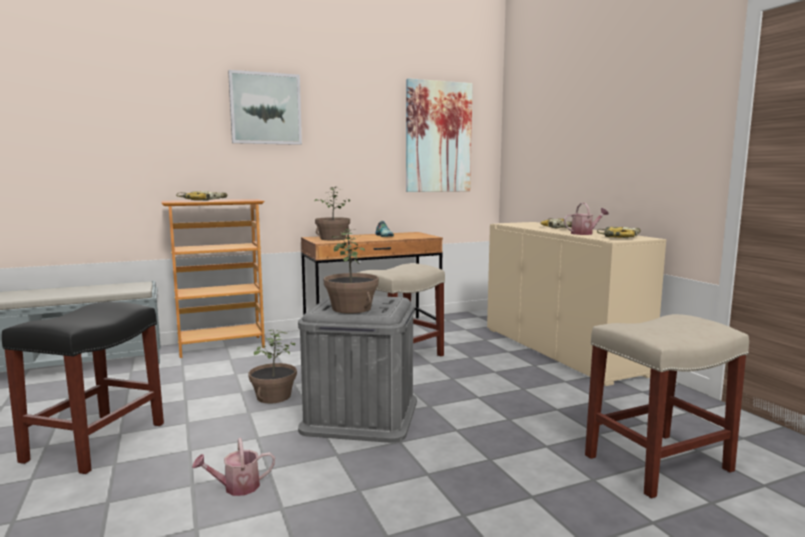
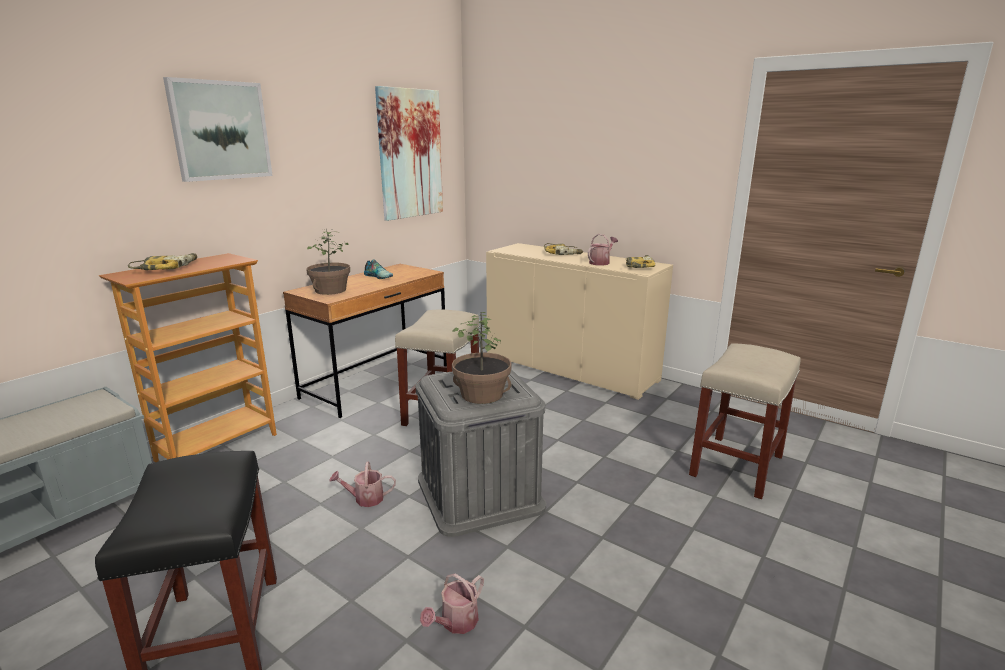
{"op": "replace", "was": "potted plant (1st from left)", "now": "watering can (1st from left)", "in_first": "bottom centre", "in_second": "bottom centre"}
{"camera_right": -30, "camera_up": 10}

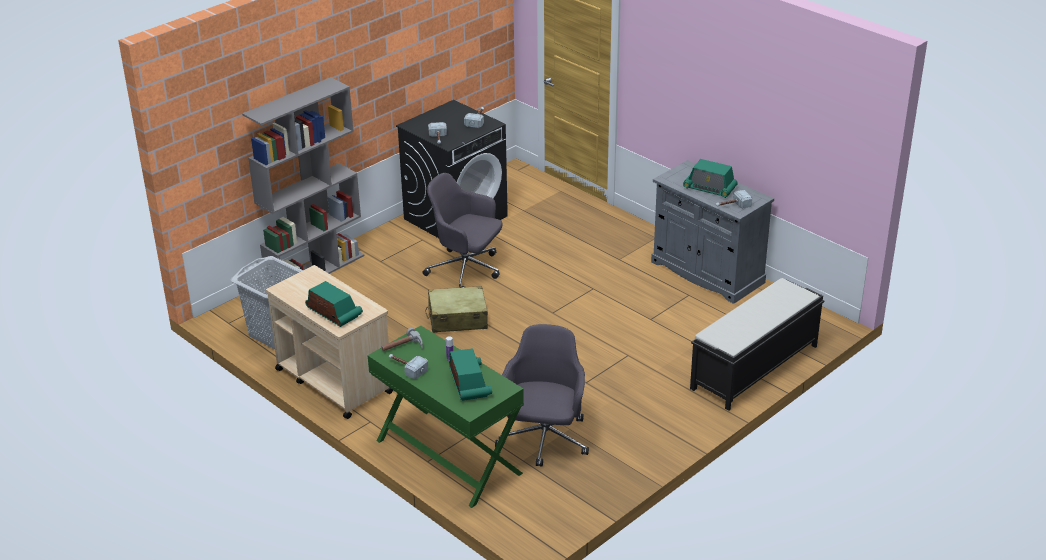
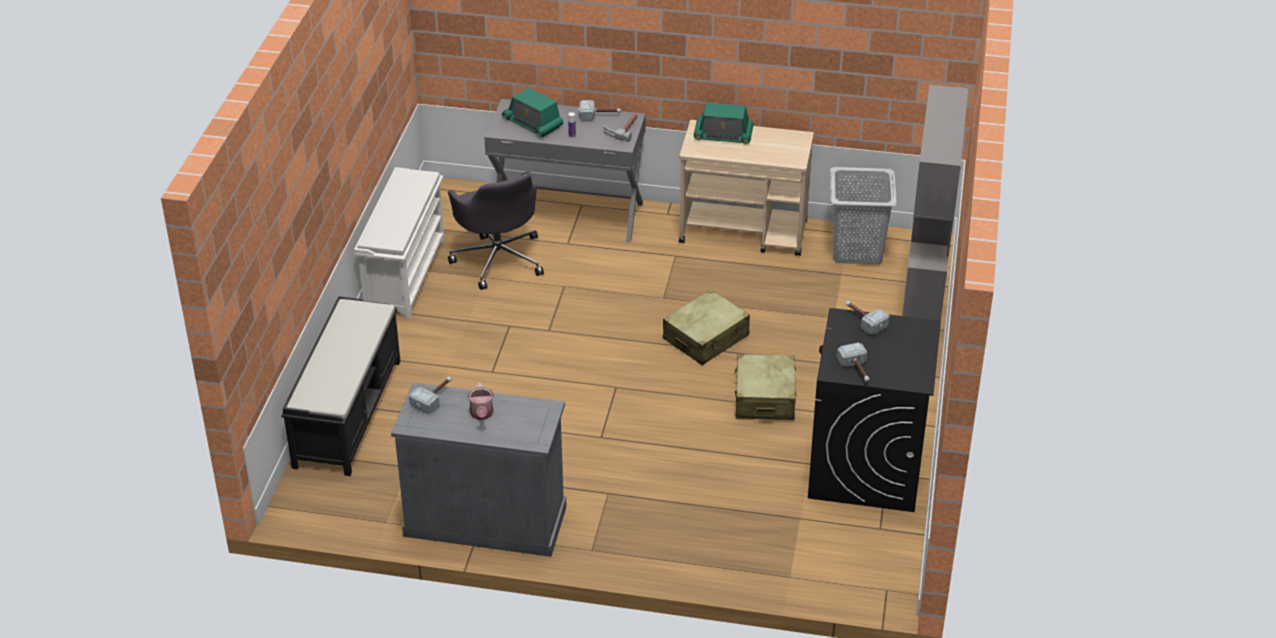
{"op": "insert", "now": "white shoe rack", "in_second": "middle left"}
{"op": "replace", "was": "grey office chair (1st from left)", "now": "beige suitcase (2nd from left)", "in_first": "centre", "in_second": "centre"}
{"op": "replace", "was": "radio (3rd from left)", "now": "watering can", "in_first": "top right", "in_second": "centre"}
{"op": "recolor", "was": "green desk", "now": "grey desk", "in_first": "bottom centre", "in_second": "top centre"}
{"camera_right": 145, "camera_up": 5}

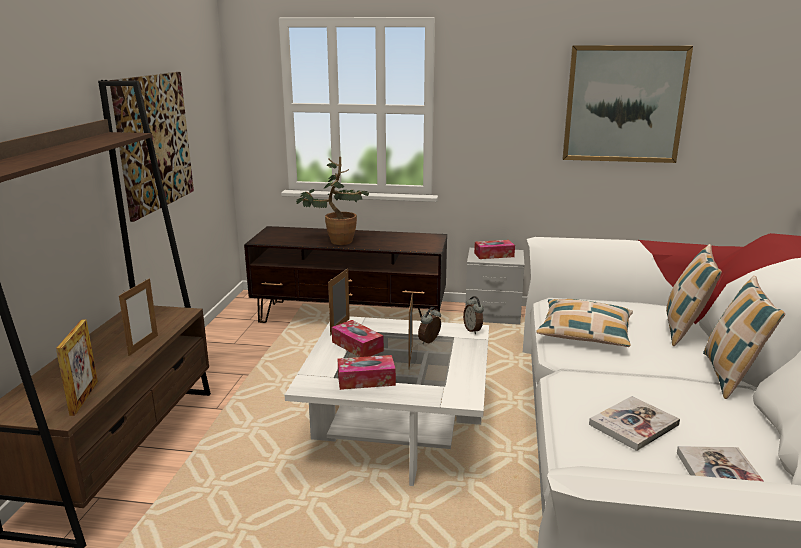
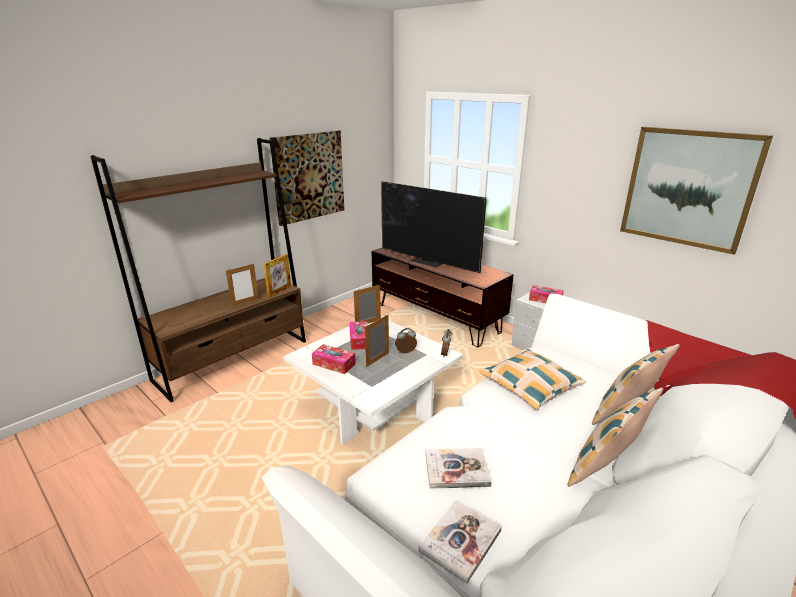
{"op": "move", "was": "picture frame (1st from left in the first image)", "now": "picture frame (2nd from left)", "in_first": "bottom left", "in_second": "centre"}
{"op": "replace", "was": "potted plant", "now": "television", "in_first": "centre", "in_second": "centre"}
{"camera_right": 35, "camera_up": 5}

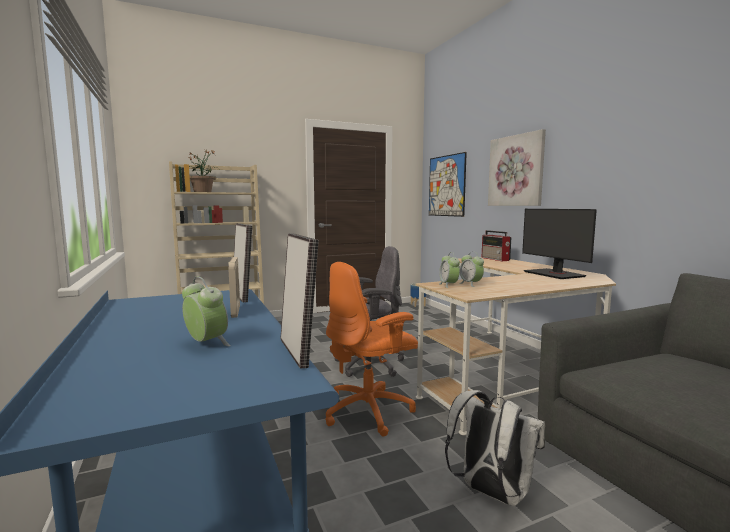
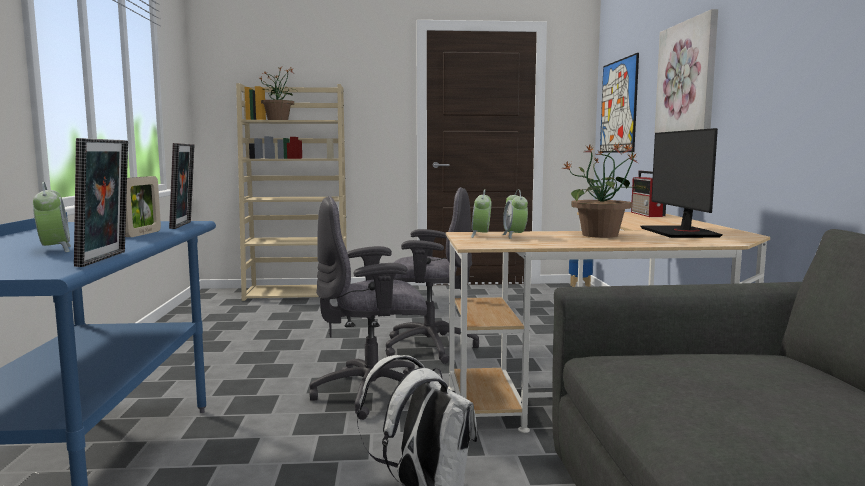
{"op": "insert", "now": "potted plant (2nd from left)", "in_second": "middle right"}
{"op": "recolor", "was": "orange office chair", "now": "grey office chair (1st from left)", "in_first": "centre", "in_second": "centre"}
{"camera_right": 20, "camera_up": 0}

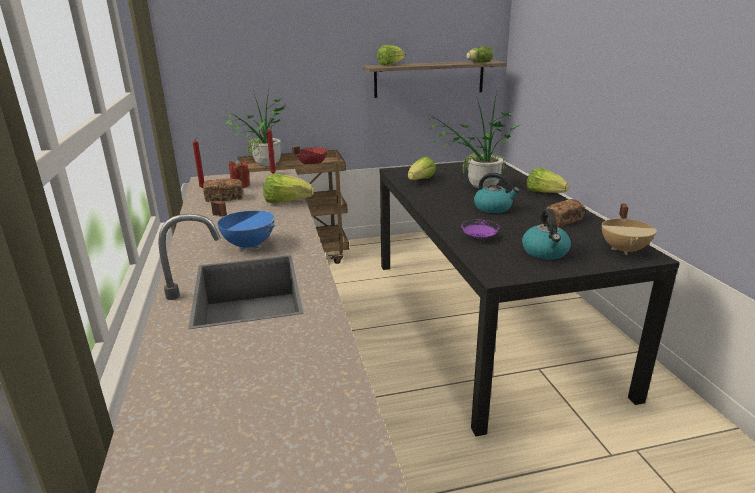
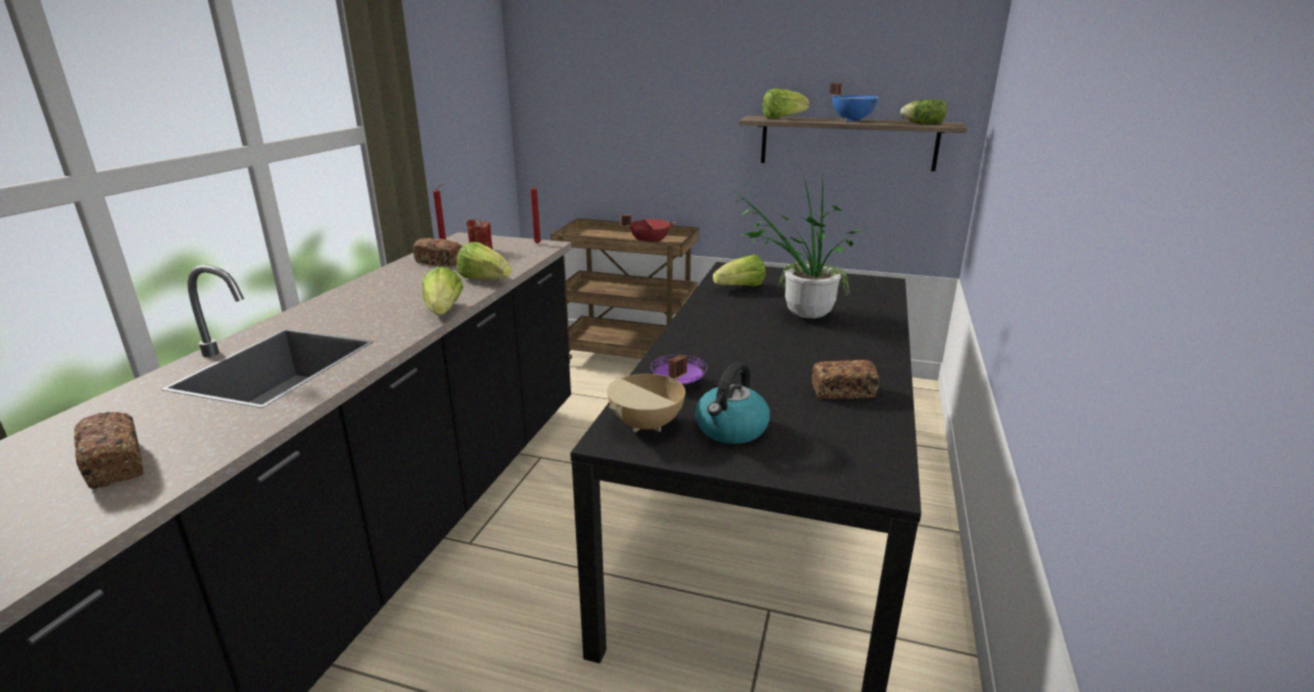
{"op": "delete", "was": "potted plant (1st from left)", "in_first": "top centre"}
{"op": "delete", "was": "kettle (1st from left)", "in_first": "centre"}
{"op": "insert", "now": "bread (1st from left)", "in_second": "middle left"}
{"op": "move", "was": "blue cooking pot", "in_first": "middle left", "in_second": "top centre"}
{"op": "move", "was": "lettuce (5th from left in the first image)", "now": "lettuce (1st from left)", "in_first": "middle right", "in_second": "centre"}
{"op": "move", "was": "beige cooking pot", "in_first": "middle right", "in_second": "centre"}
{"camera_right": 30, "camera_up": 0}

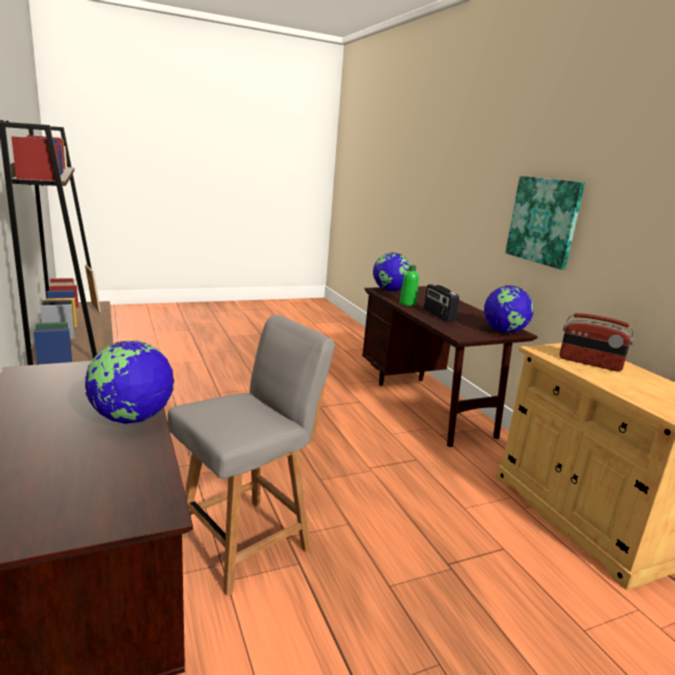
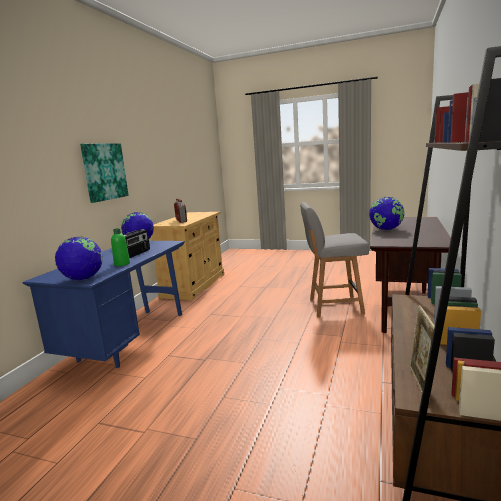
{"op": "recolor", "was": "brown desk (2nd from left)", "now": "blue desk", "in_first": "middle right", "in_second": "middle left"}
{"camera_right": -135, "camera_up": -5}

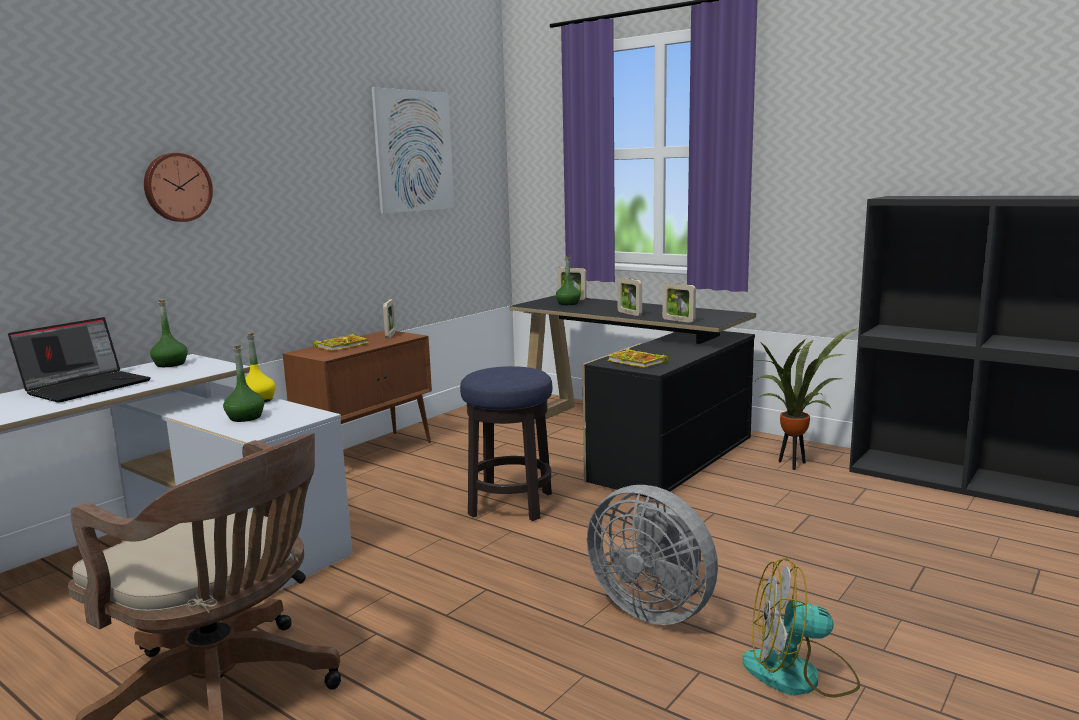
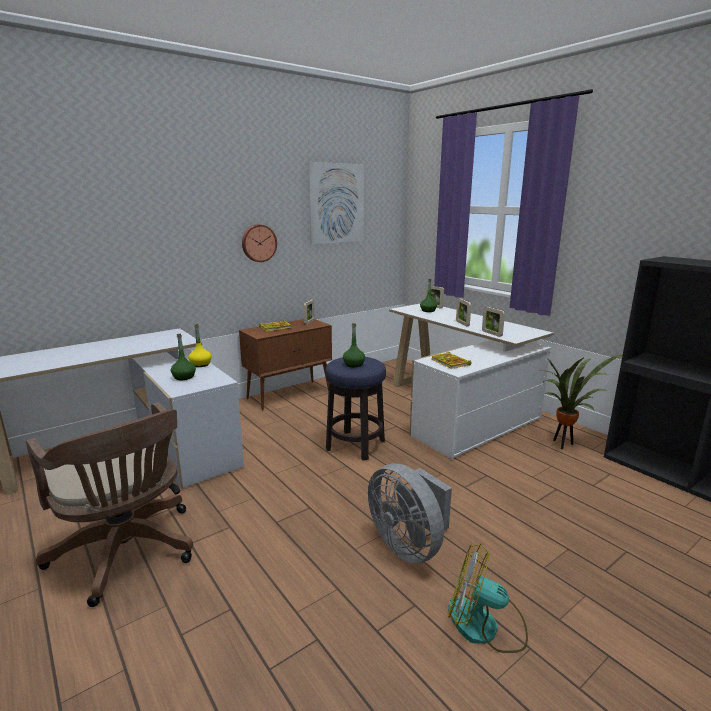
{"op": "delete", "was": "laptop", "in_first": "middle left"}
{"op": "move", "was": "wall clock", "in_first": "top left", "in_second": "centre"}
{"op": "move", "was": "green bottle (1st from left in the first image)", "now": "green bottle (2nd from left)", "in_first": "middle left", "in_second": "centre"}
{"op": "recolor", "was": "black desk", "now": "white desk (2nd from left)", "in_first": "centre", "in_second": "centre"}
{"camera_right": 15, "camera_up": 5}

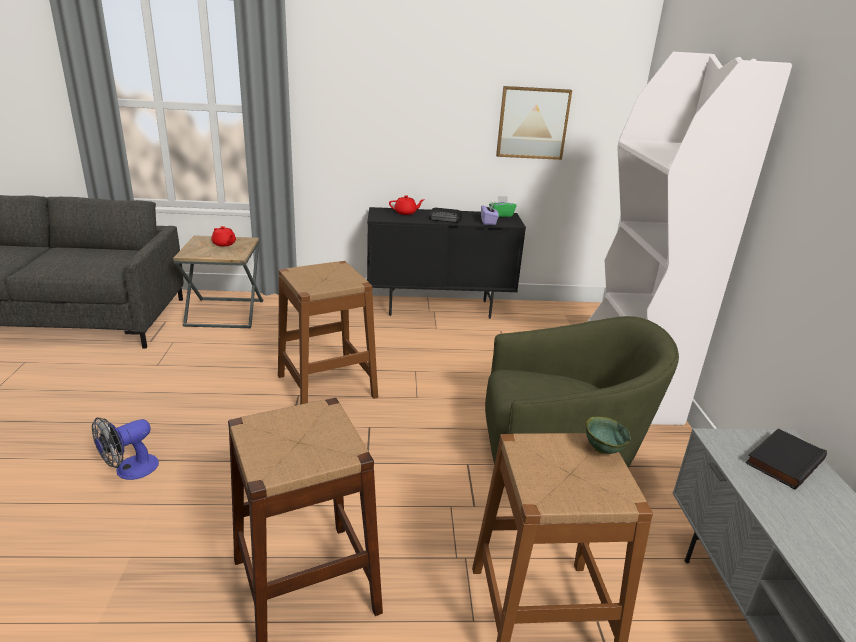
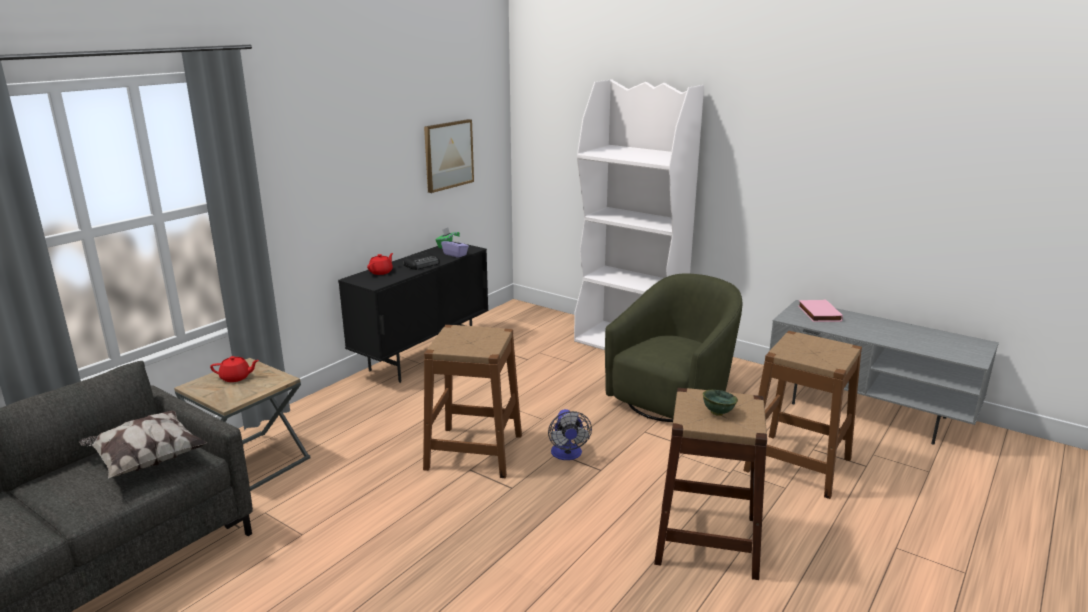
{"op": "insert", "now": "pillow", "in_second": "bottom left"}
{"op": "move", "was": "fan", "in_first": "bottom left", "in_second": "bottom centre"}
{"op": "move", "was": "green bowl", "in_first": "bottom right", "in_second": "centre"}
{"op": "recolor", "was": "black book", "now": "pink book", "in_first": "bottom right", "in_second": "middle right"}
{"camera_right": -50, "camera_up": -5}

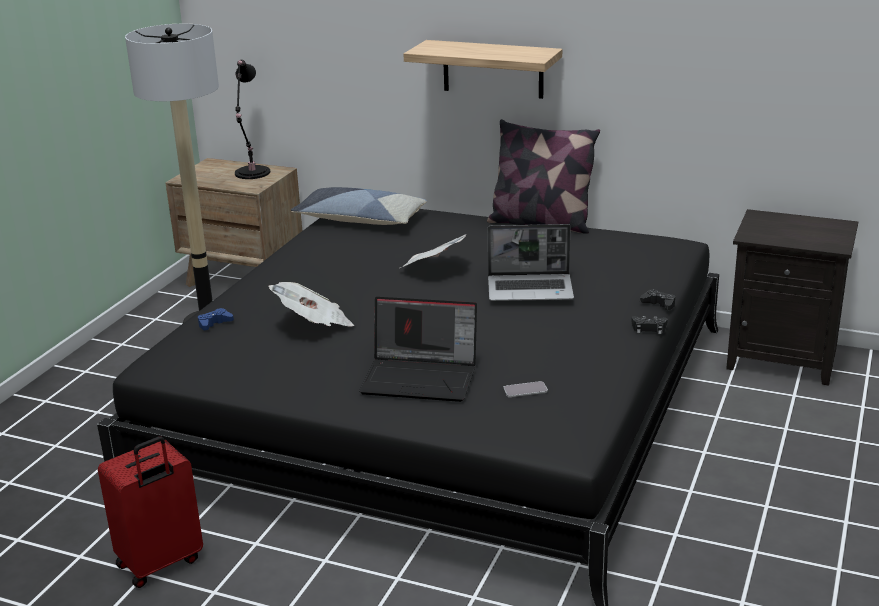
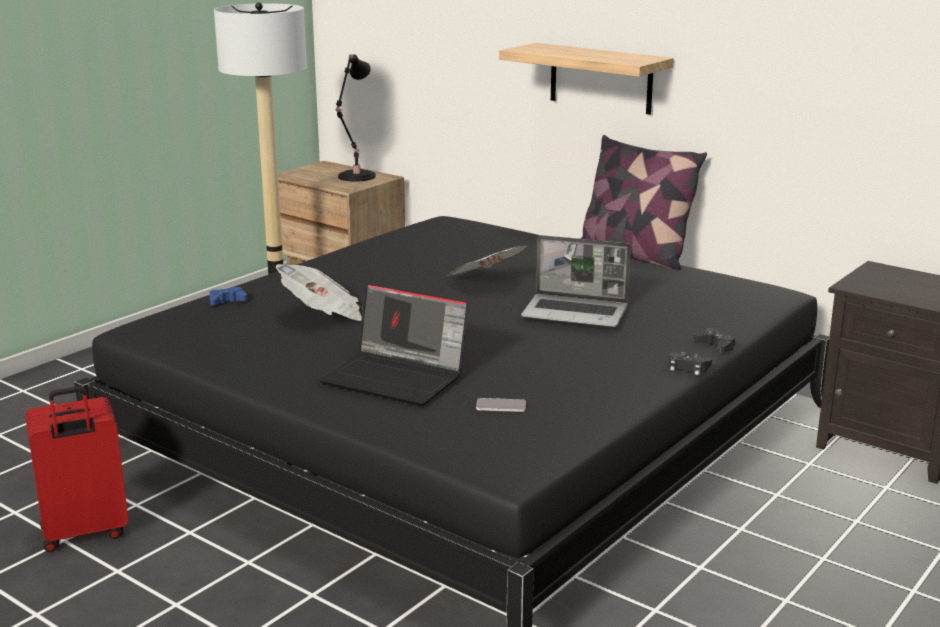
{"op": "delete", "was": "pillow (1st from left)", "in_first": "centre"}
{"camera_right": 15, "camera_up": -5}

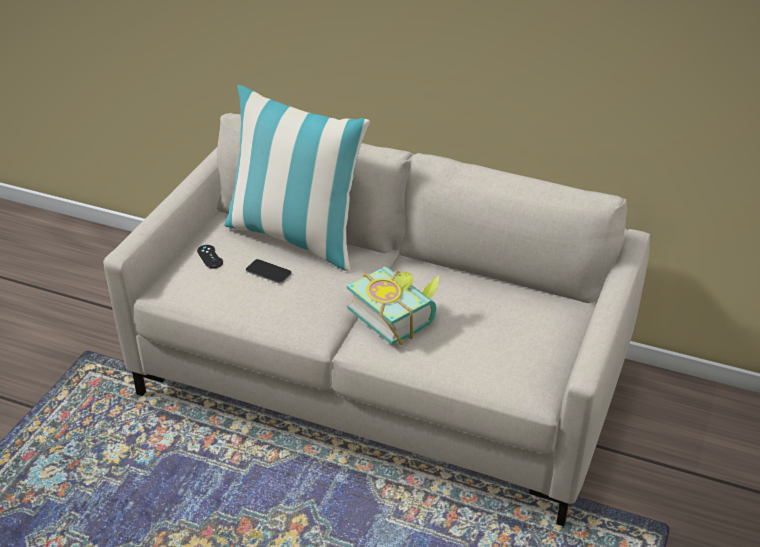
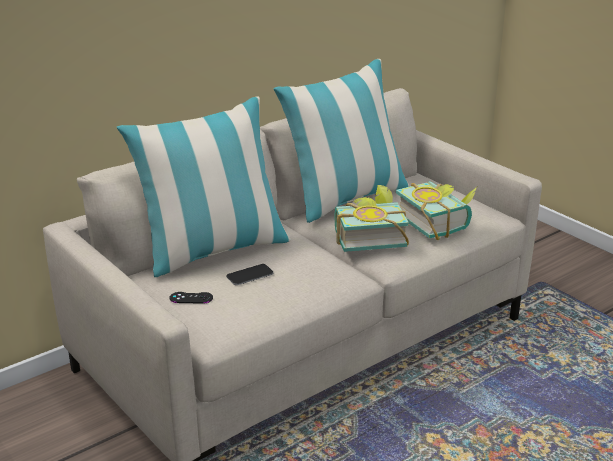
{"op": "insert", "now": "pillow (2nd from left)", "in_second": "top centre"}
{"op": "insert", "now": "book (2nd from left)", "in_second": "middle right"}
{"camera_right": -60, "camera_up": -10}

